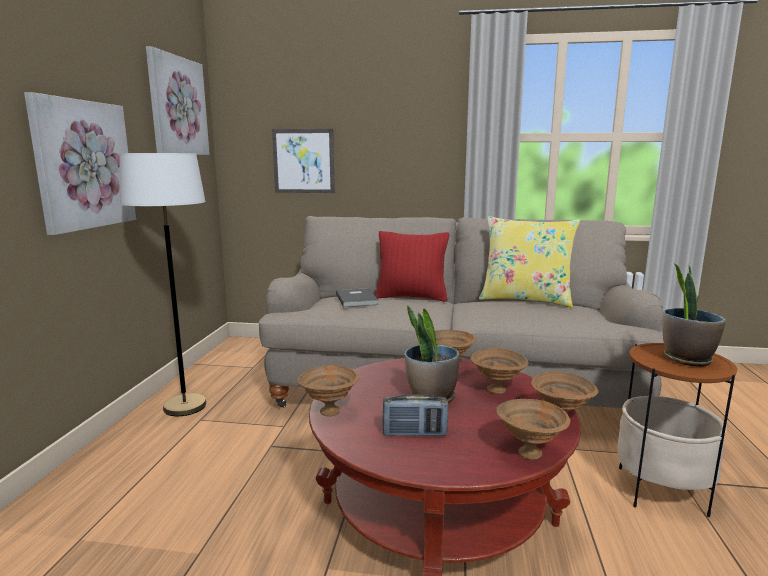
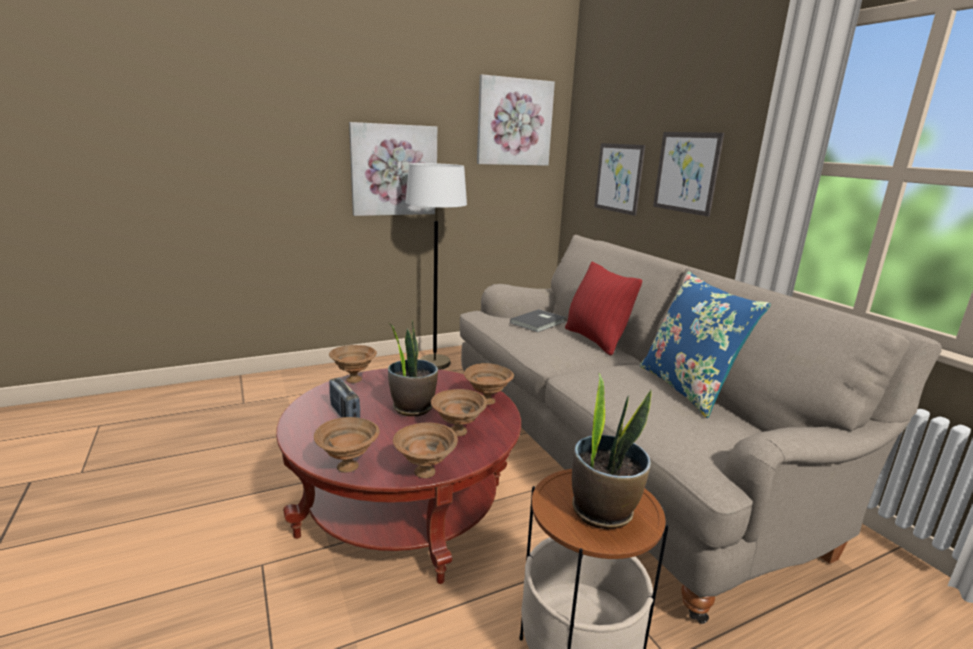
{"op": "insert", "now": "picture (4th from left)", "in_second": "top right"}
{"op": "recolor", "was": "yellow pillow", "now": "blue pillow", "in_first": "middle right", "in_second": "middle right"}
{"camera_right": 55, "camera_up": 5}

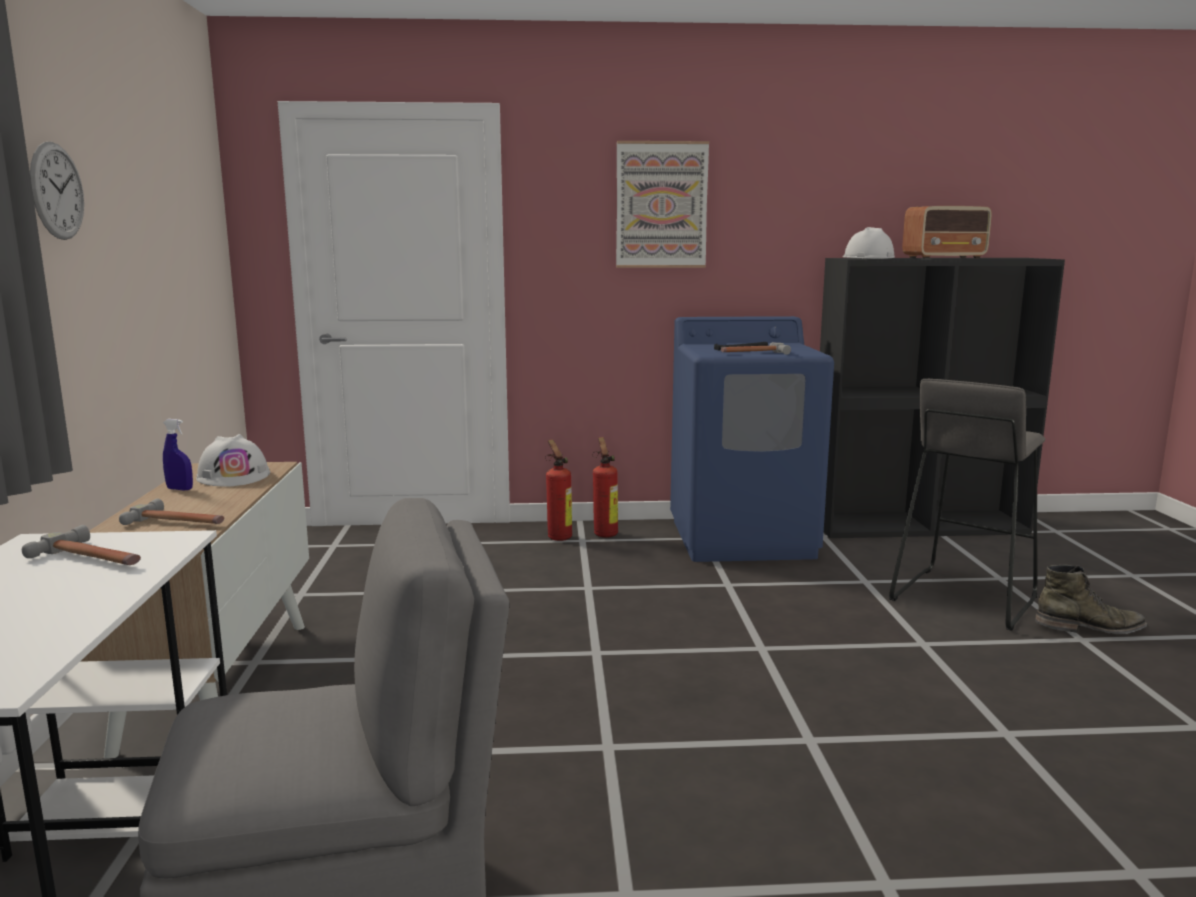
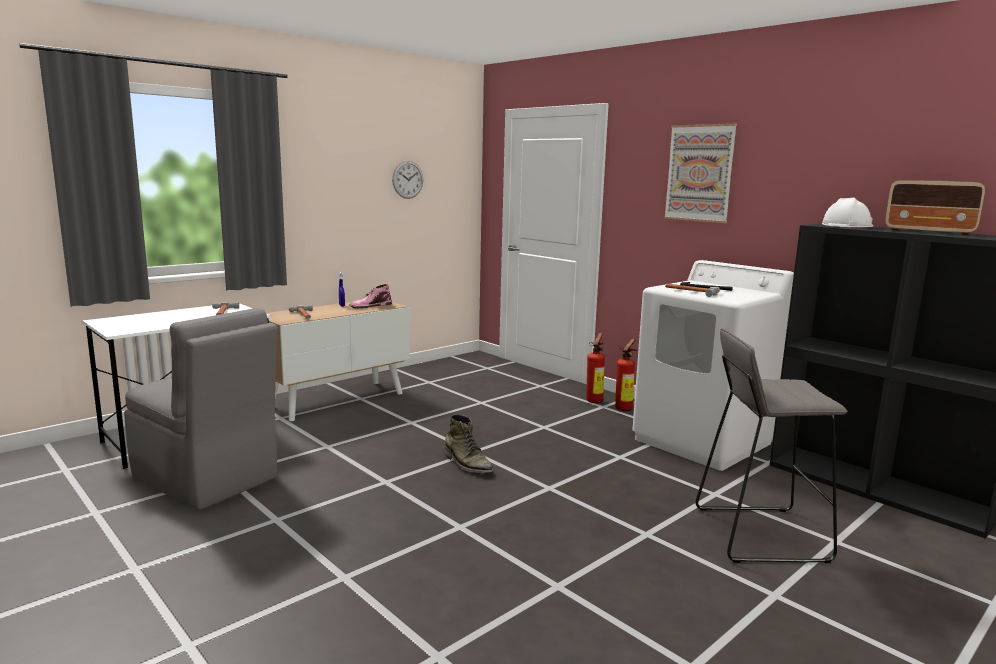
{"op": "move", "was": "wall clock", "in_first": "top left", "in_second": "top centre"}
{"op": "move", "was": "green boot", "in_first": "bottom right", "in_second": "bottom centre"}
{"op": "replace", "was": "white hard hat (1st from left)", "now": "pink boot", "in_first": "middle left", "in_second": "centre"}
{"op": "recolor", "was": "blue washing machine", "now": "white washing machine", "in_first": "centre", "in_second": "middle right"}
{"camera_right": 50, "camera_up": 0}

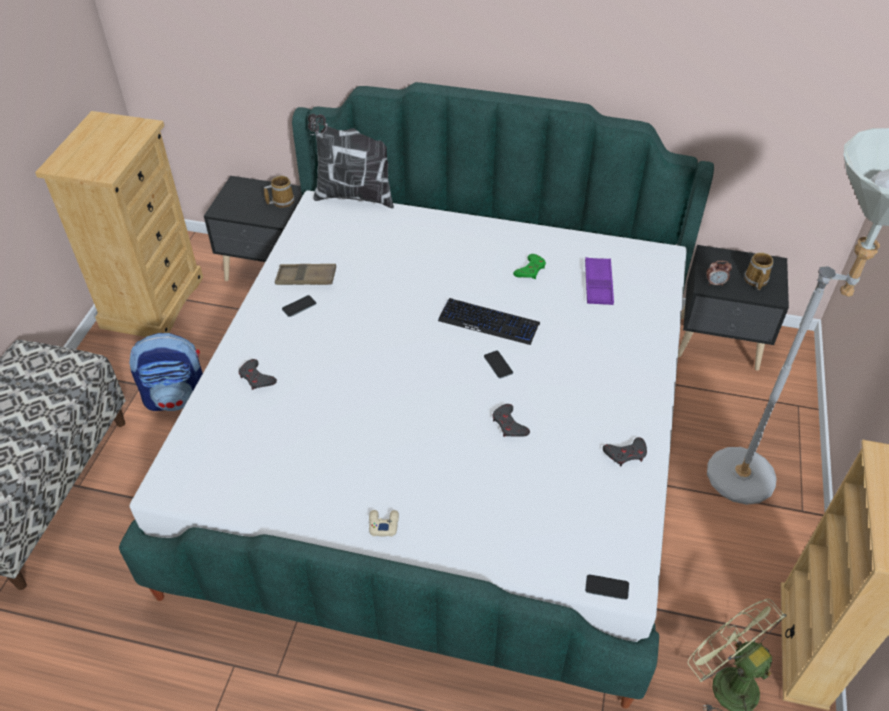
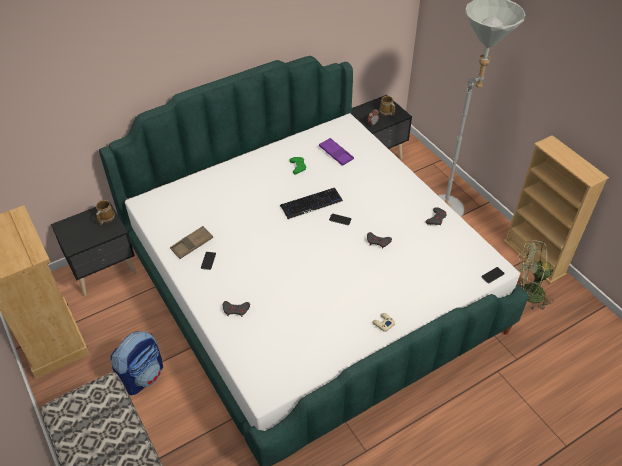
{"op": "delete", "was": "pillow", "in_first": "top centre"}
{"camera_right": -45, "camera_up": 0}

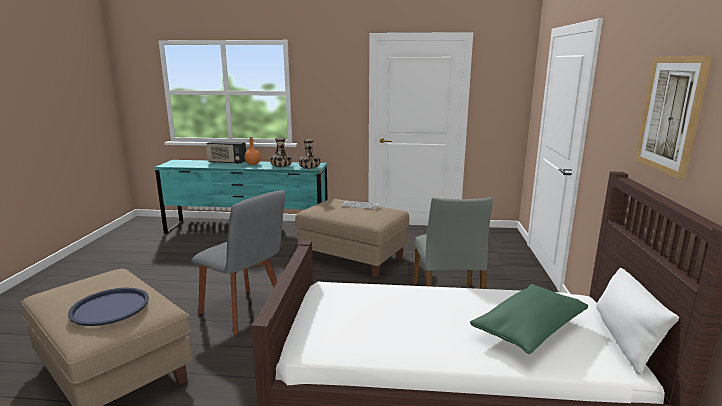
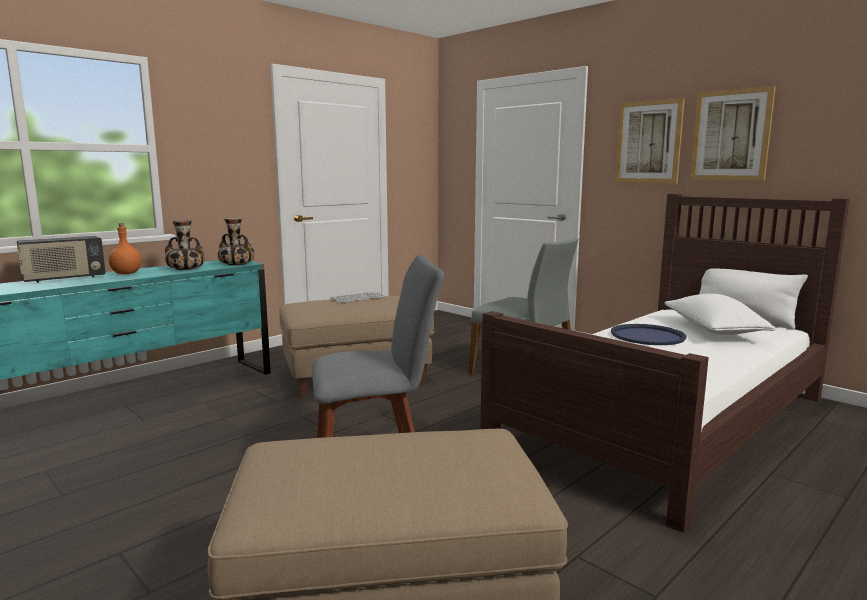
{"op": "insert", "now": "picture (1st from left)", "in_second": "top right"}
{"op": "move", "was": "blue tray", "in_first": "bottom left", "in_second": "middle right"}
{"op": "recolor", "was": "green pillow", "now": "white pillow (1st from left)", "in_first": "bottom right", "in_second": "middle right"}
{"camera_right": -50, "camera_up": -5}

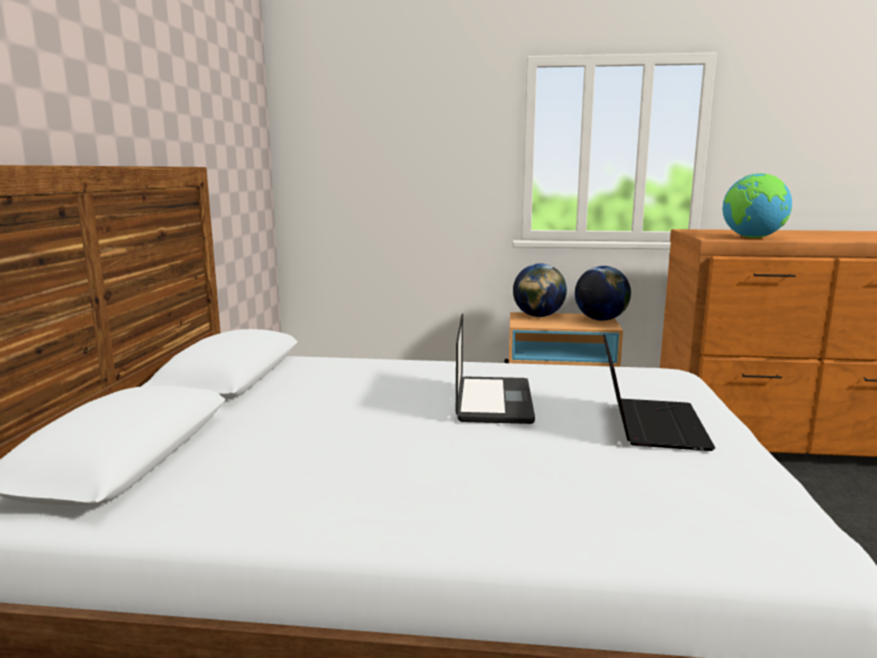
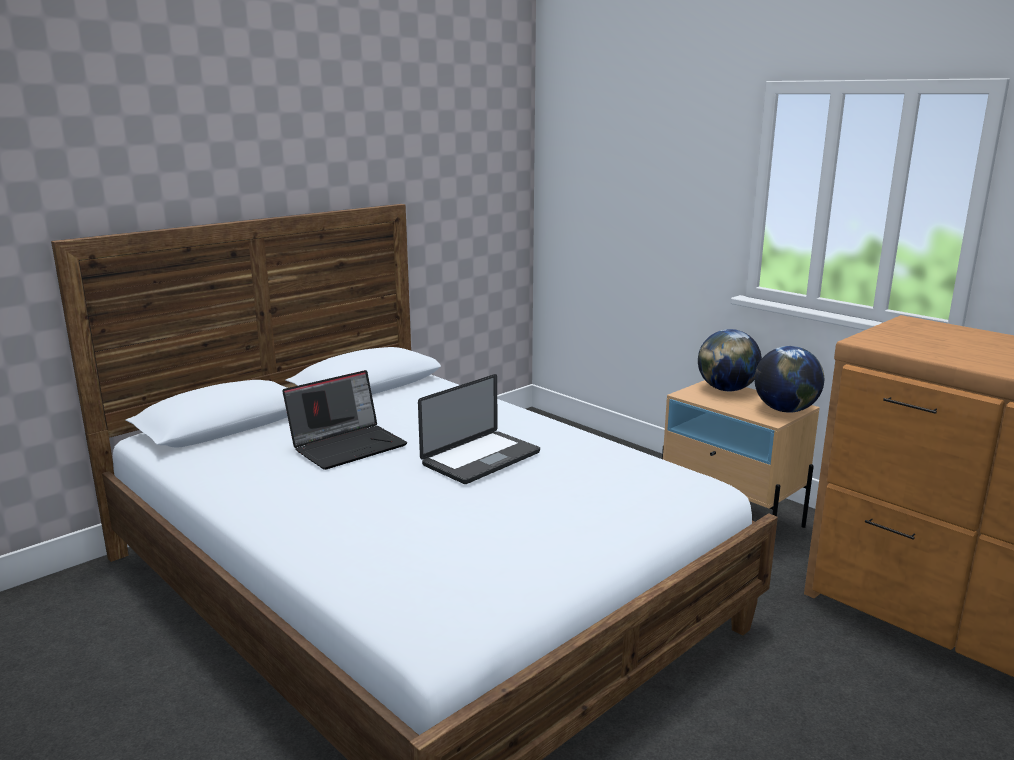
{"op": "delete", "was": "globe (3rd from left)", "in_first": "top right"}
{"op": "move", "was": "laptop (2nd from left in the first image)", "now": "laptop (1st from left)", "in_first": "middle right", "in_second": "centre"}
{"camera_right": 40, "camera_up": 5}

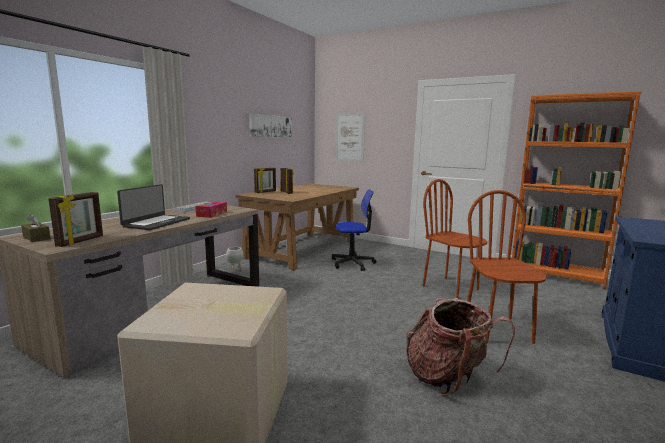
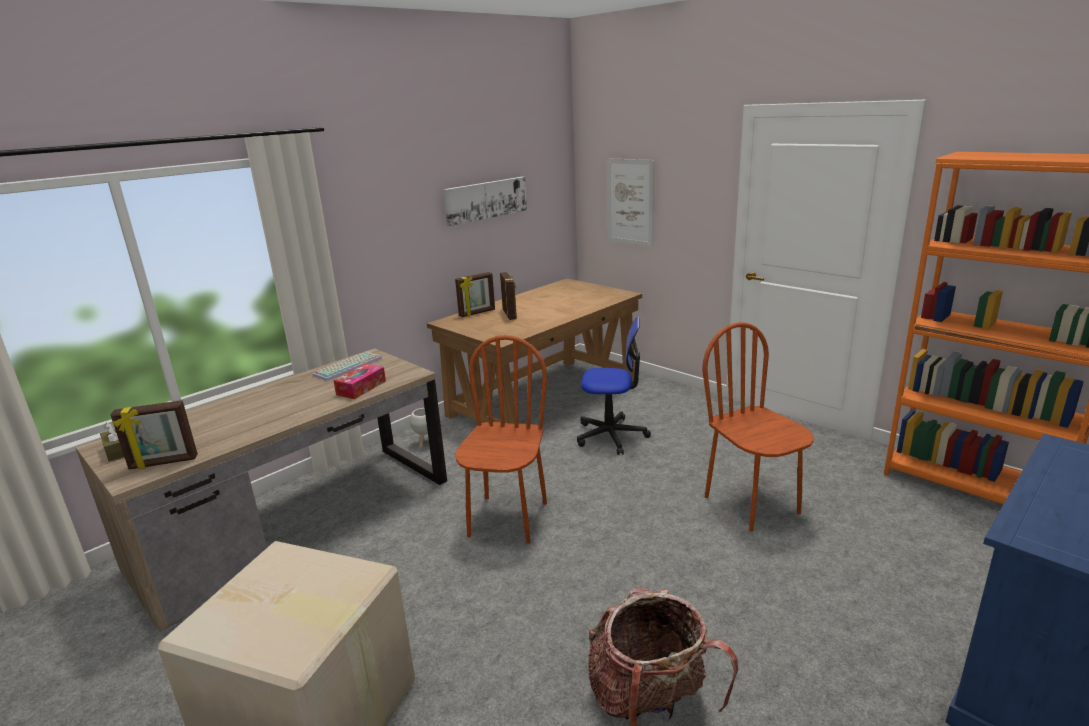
{"op": "delete", "was": "laptop", "in_first": "middle left"}
{"op": "move", "was": "brown chair (2nd from left in the first image)", "now": "brown chair (1st from left)", "in_first": "middle right", "in_second": "centre"}
{"op": "rotate", "was": "picture frame (1st from left)", "in_first": "middle left", "in_second": "middle left", "clockwise": 45}
{"camera_right": 15, "camera_up": 10}

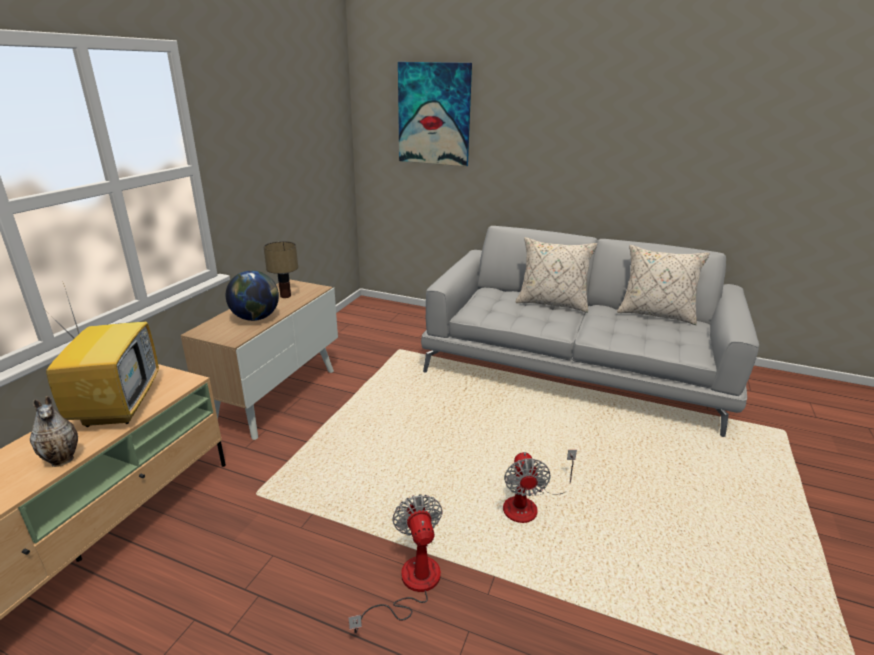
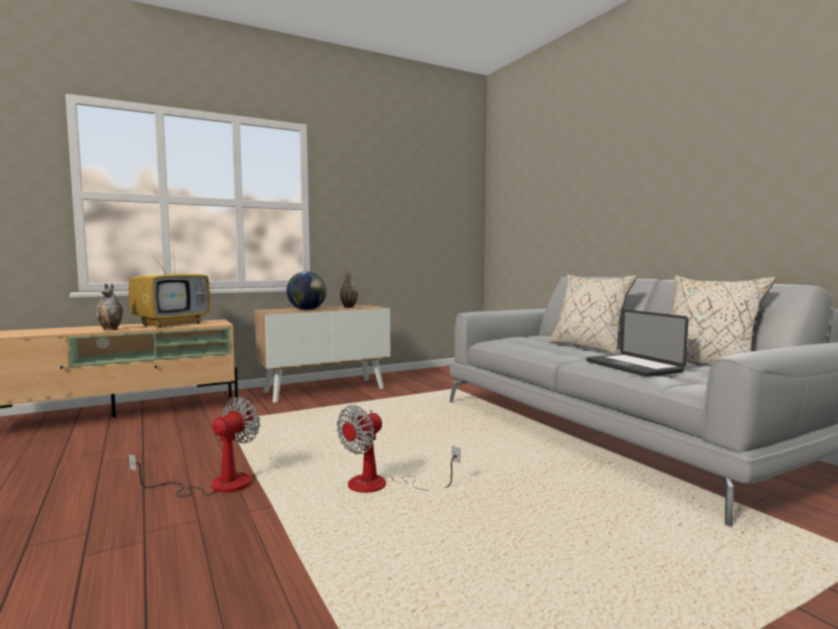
{"op": "delete", "was": "picture", "in_first": "top centre"}
{"op": "insert", "now": "laptop", "in_second": "middle right"}
{"op": "replace", "was": "table lamp", "now": "vase (2nd from left)", "in_first": "middle left", "in_second": "centre"}
{"camera_right": 40, "camera_up": -20}

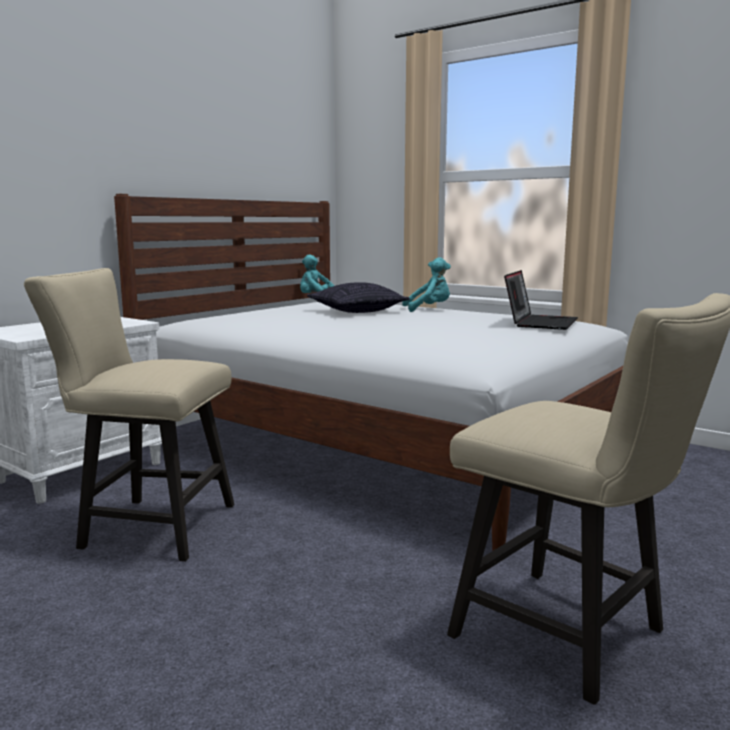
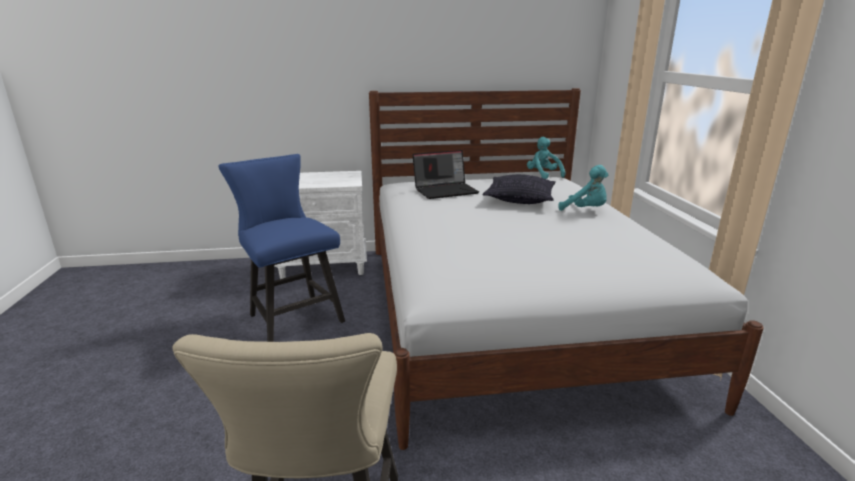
{"op": "move", "was": "laptop", "in_first": "middle right", "in_second": "centre"}
{"op": "recolor", "was": "beige chair (1st from left)", "now": "blue chair", "in_first": "middle left", "in_second": "middle left"}
{"camera_right": 45, "camera_up": 10}

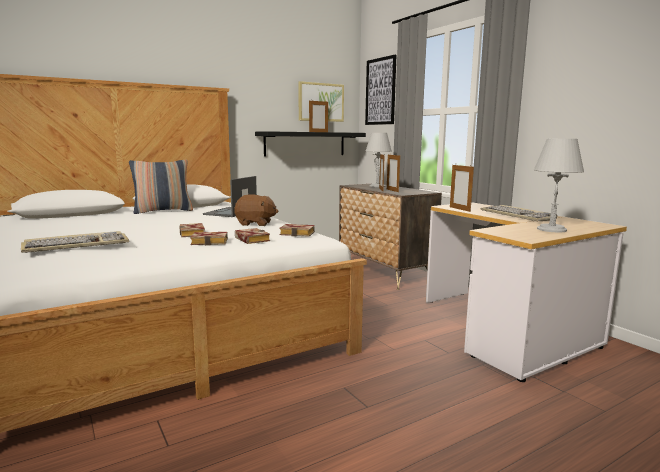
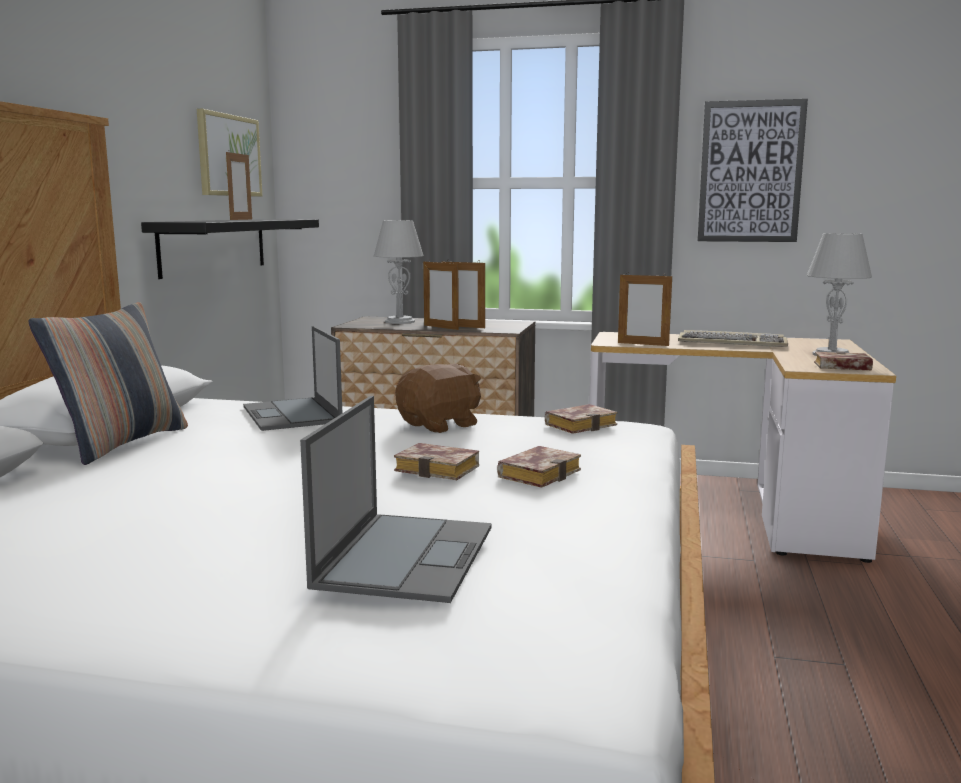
{"op": "move", "was": "book (3rd from left in the first image)", "now": "book (4th from left)", "in_first": "centre", "in_second": "middle right"}
{"op": "move", "was": "picture (2nd from left)", "in_first": "top centre", "in_second": "top right"}
{"op": "replace", "was": "keyboard (1st from left)", "now": "laptop (2nd from left)", "in_first": "middle left", "in_second": "centre"}
{"camera_right": -45, "camera_up": 0}

